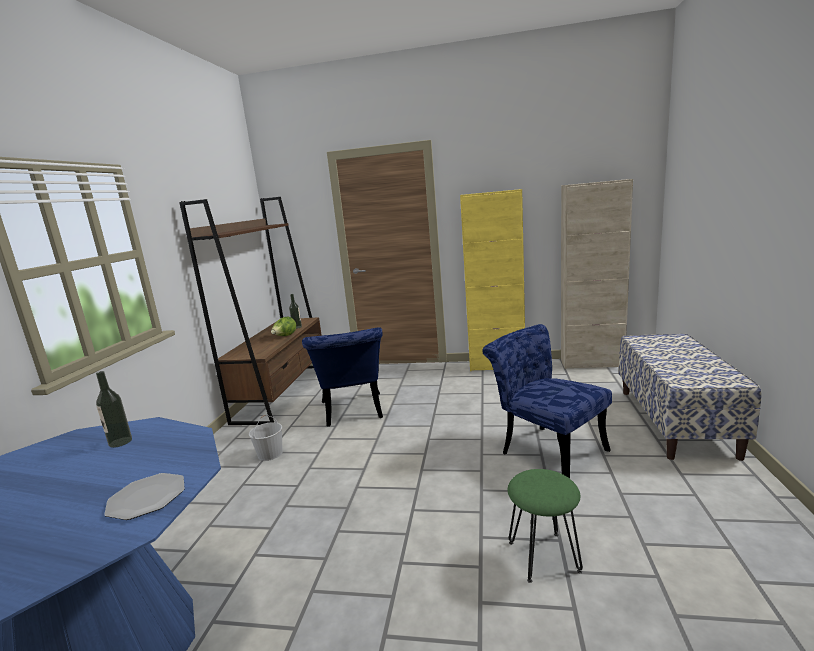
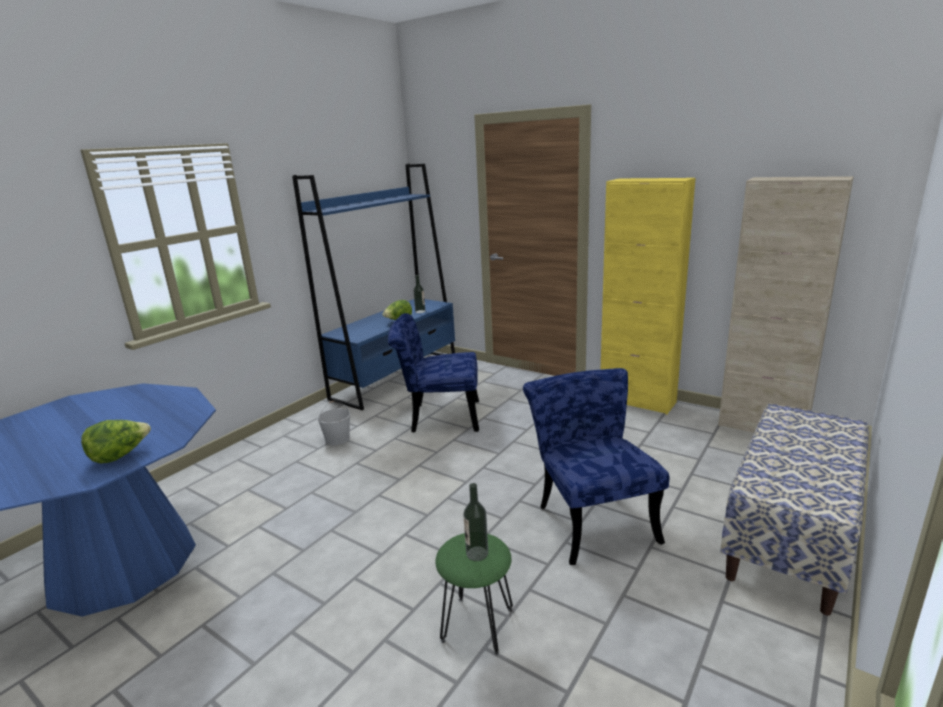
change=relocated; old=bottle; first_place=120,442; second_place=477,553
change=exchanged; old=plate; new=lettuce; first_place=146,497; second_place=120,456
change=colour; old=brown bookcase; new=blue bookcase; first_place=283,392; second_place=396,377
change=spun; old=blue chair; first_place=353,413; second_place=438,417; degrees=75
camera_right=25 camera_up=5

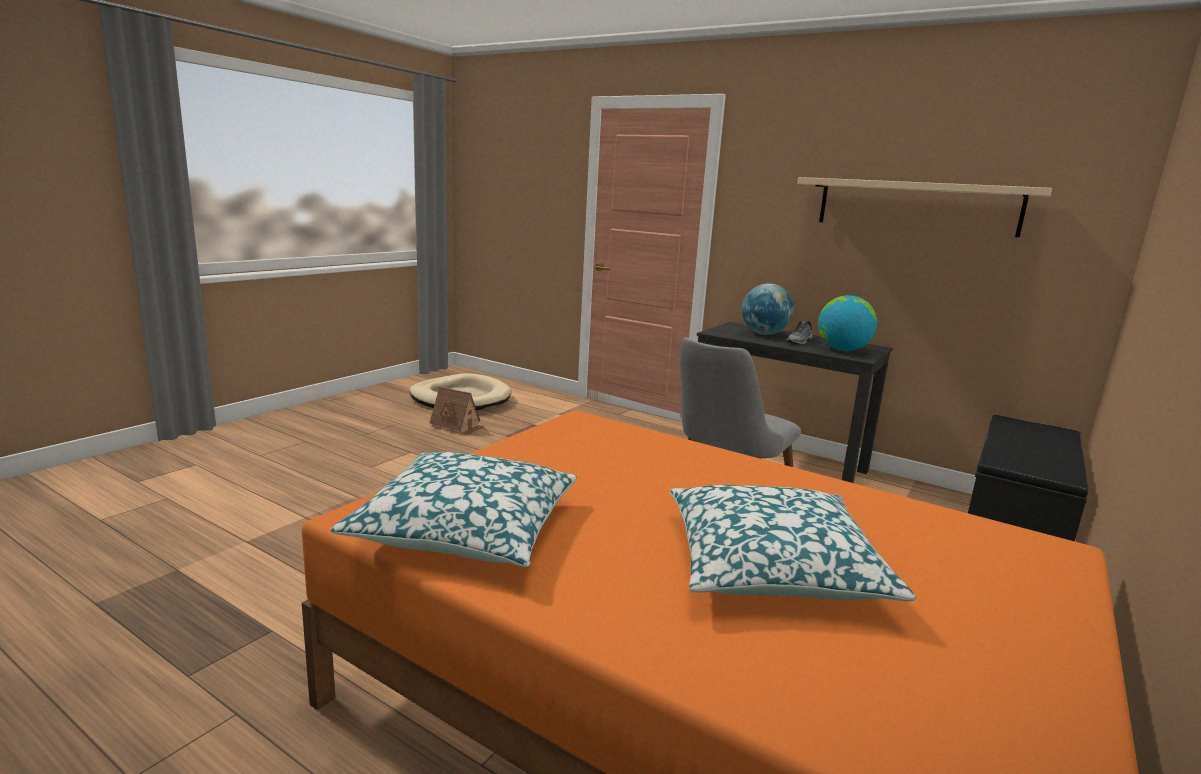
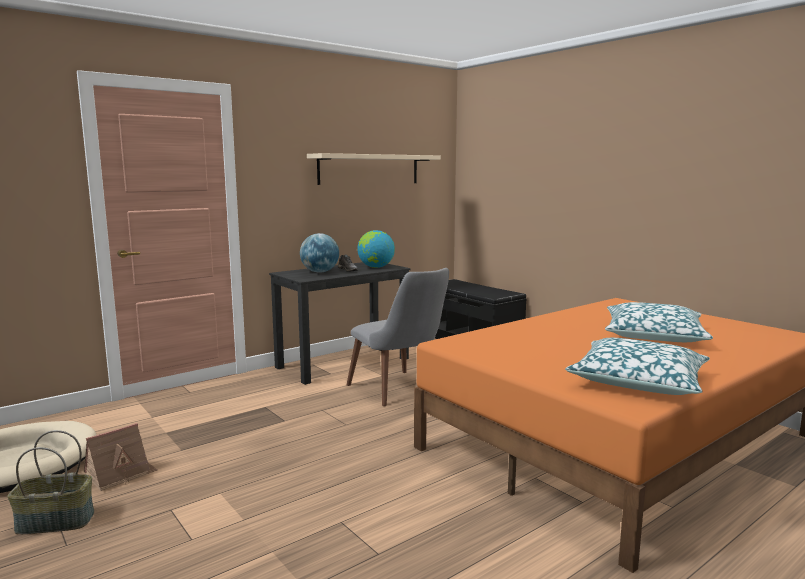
change=appeared; new=basket; second_place=54,522
camera_right=-70 camera_up=-5

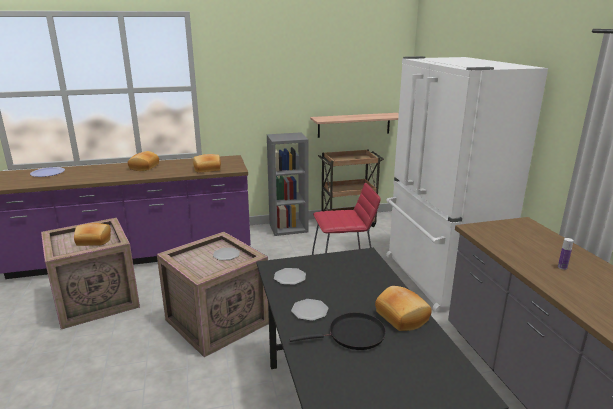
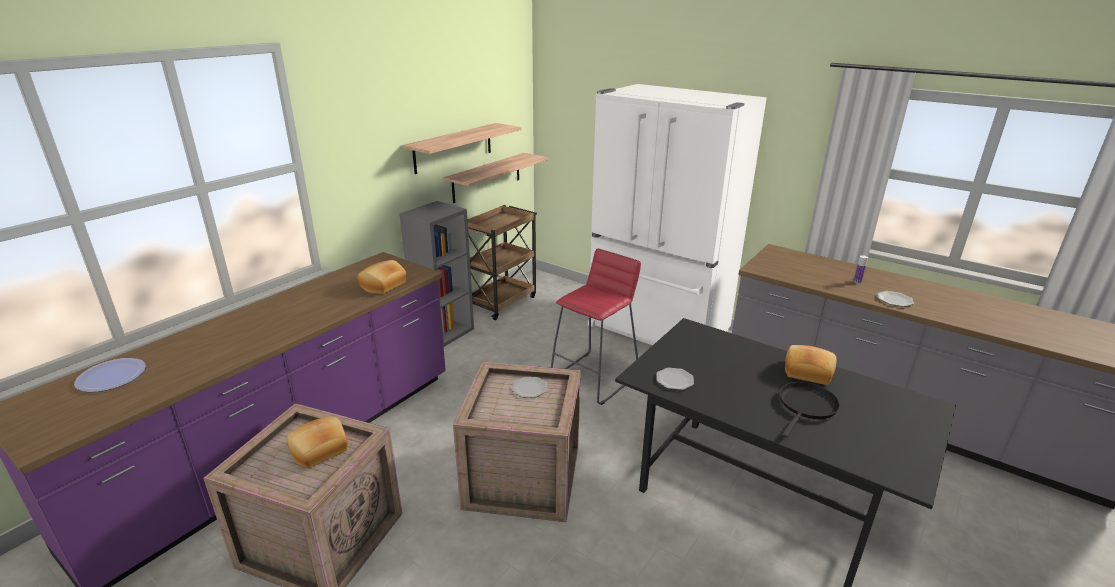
change=missing; old=bread; first_place=143,167
change=appeared; new=shelf; second_place=453,148
change=relocated; old=plate; first_place=310,311; second_place=894,300
camera_right=-40 camera_up=5

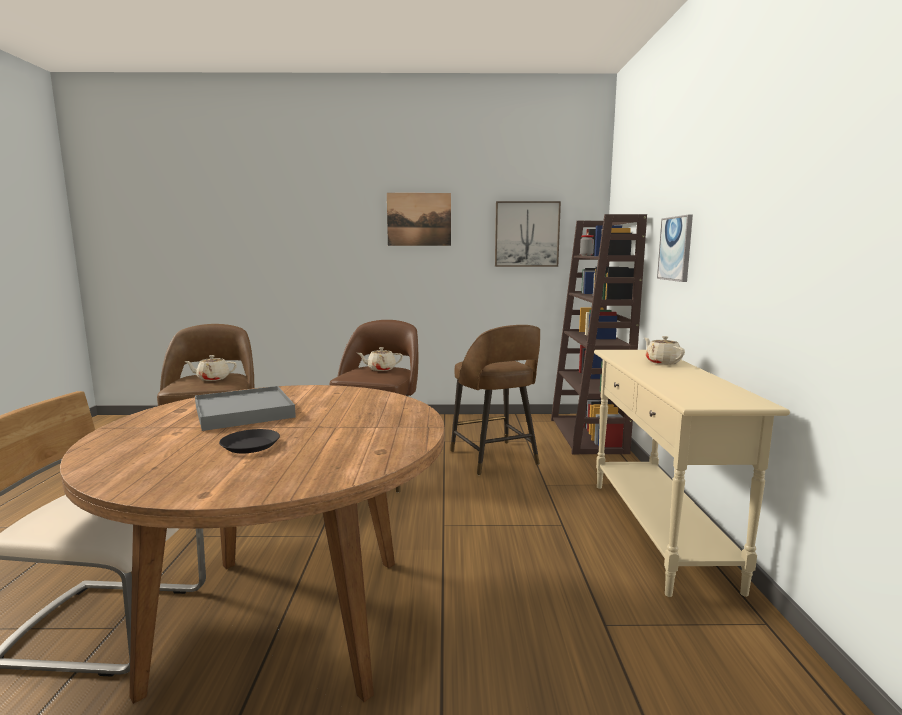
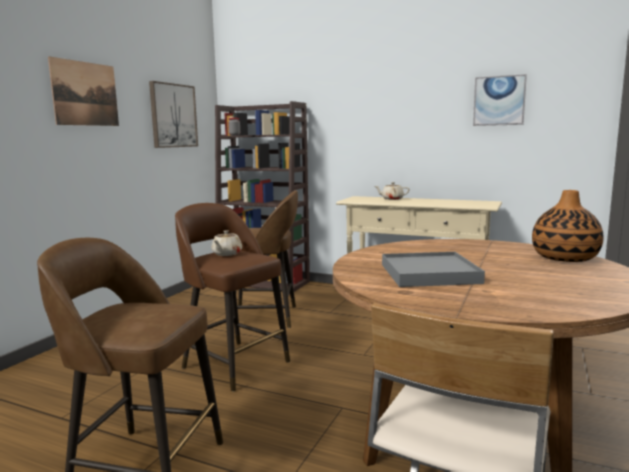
change=missing; old=beige teapot; first_place=212,378
change=missing; old=black plate; first_place=250,445
change=appeared; new=vase; second_place=564,258
change=relocated; old=picture; first_place=675,248; second_place=499,101
camera_right=-65 camera_up=0

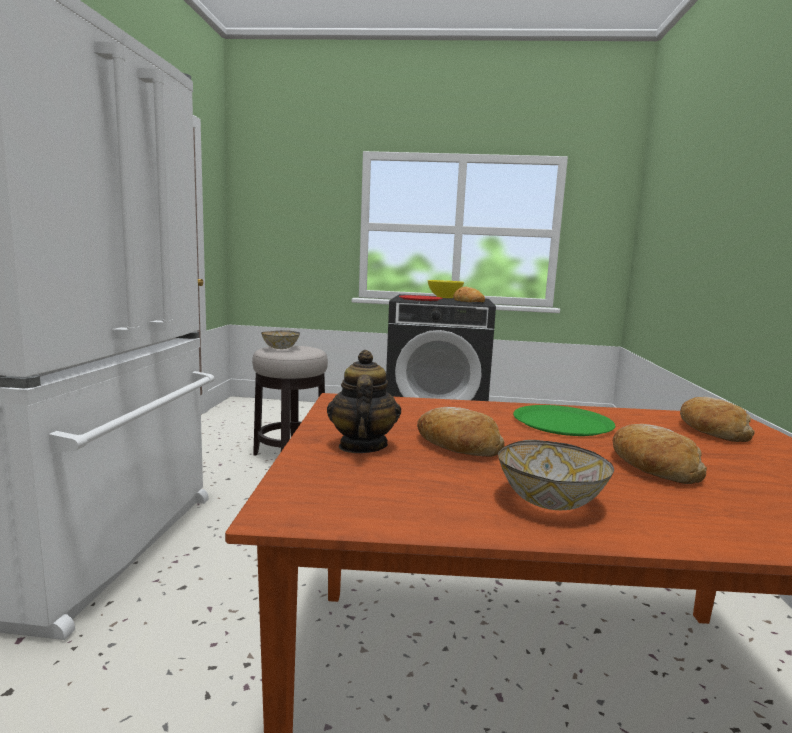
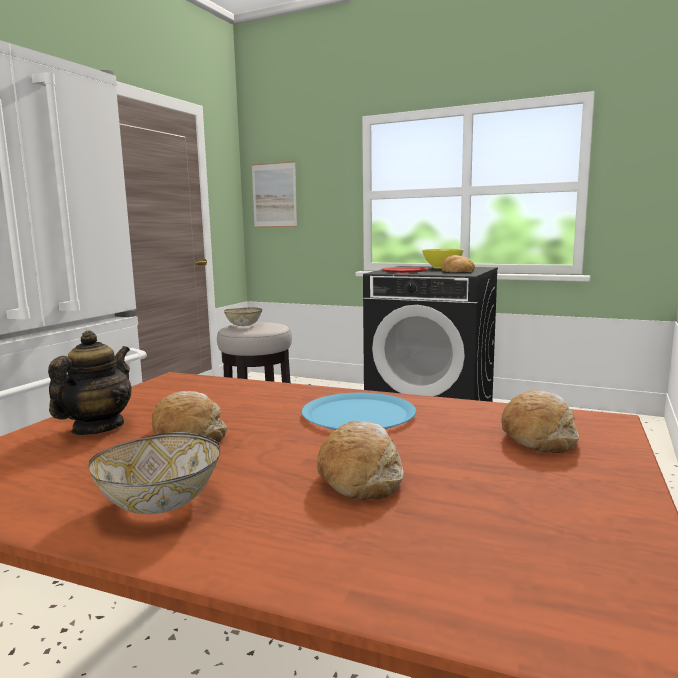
change=appeared; new=picture; second_place=274,195
change=colour; old=green plate; new=blue plate; first_place=562,422; second_place=358,414
camera_right=20 camera_up=0

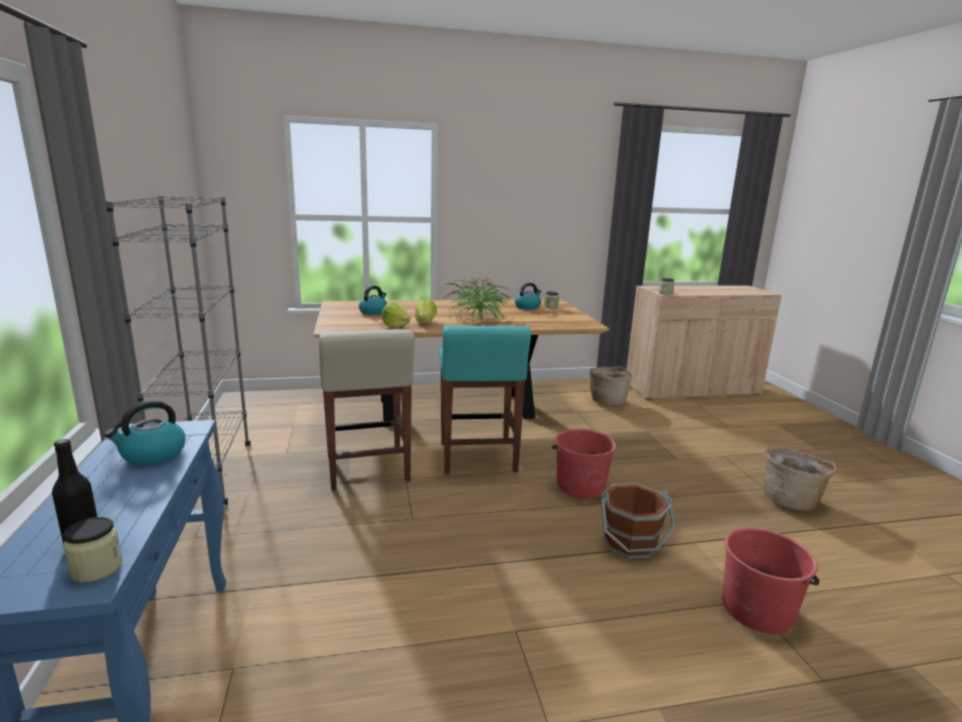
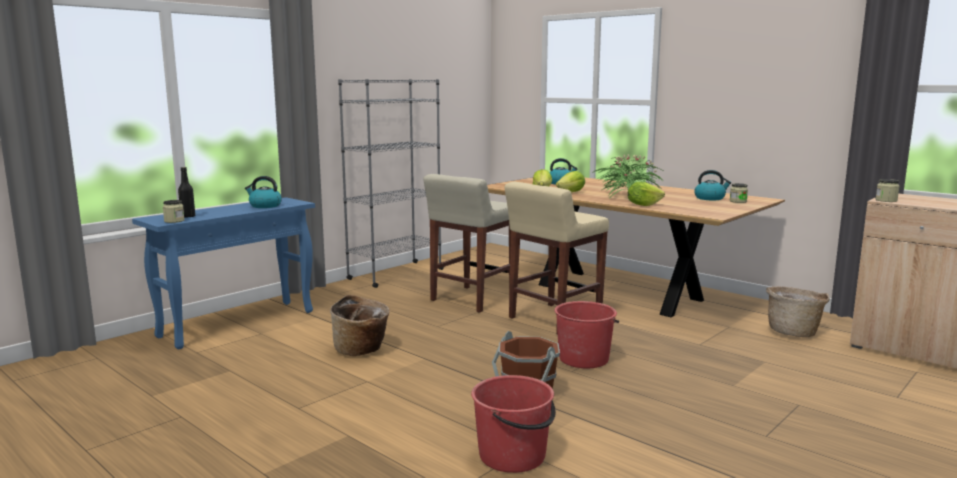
change=appeared; new=lettuce; second_place=643,205
change=relocated; old=basket; first_place=791,500; second_place=361,350
change=colour; old=turquoise stool; new=beige stool; first_place=477,458; second_place=553,319
camera_right=55 camera_up=-5

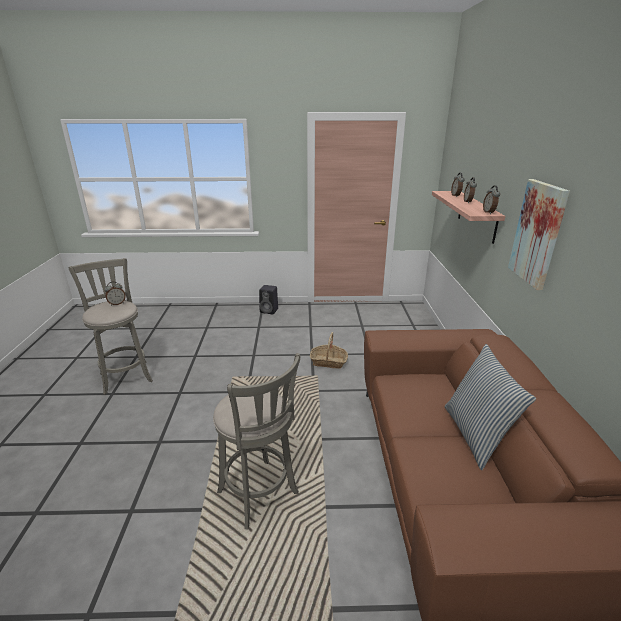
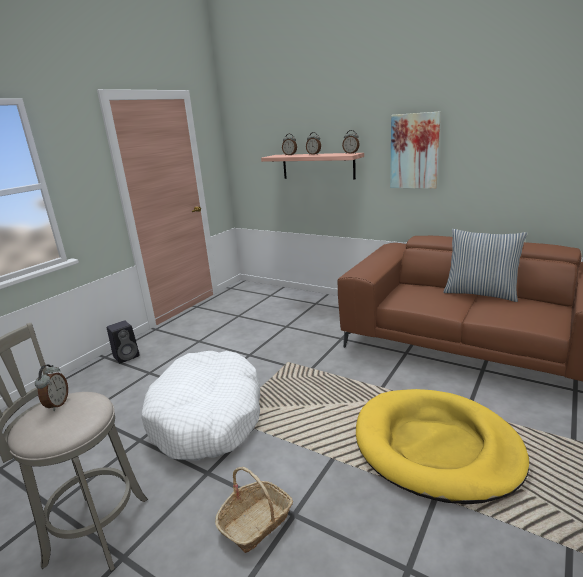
change=appeared; new=white dog bed; second_place=207,417
change=relocated; old=basket; first_place=328,362; second_place=256,522
change=exchanged; old=grey stool; new=yellow dog bed; first_place=260,496; second_place=436,447
camera_right=-55 camera_up=-5

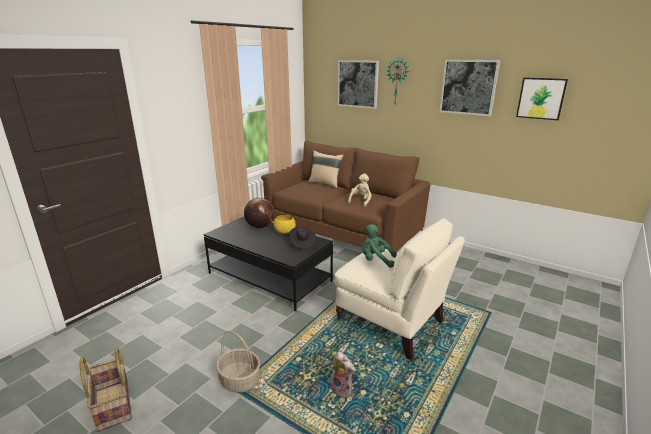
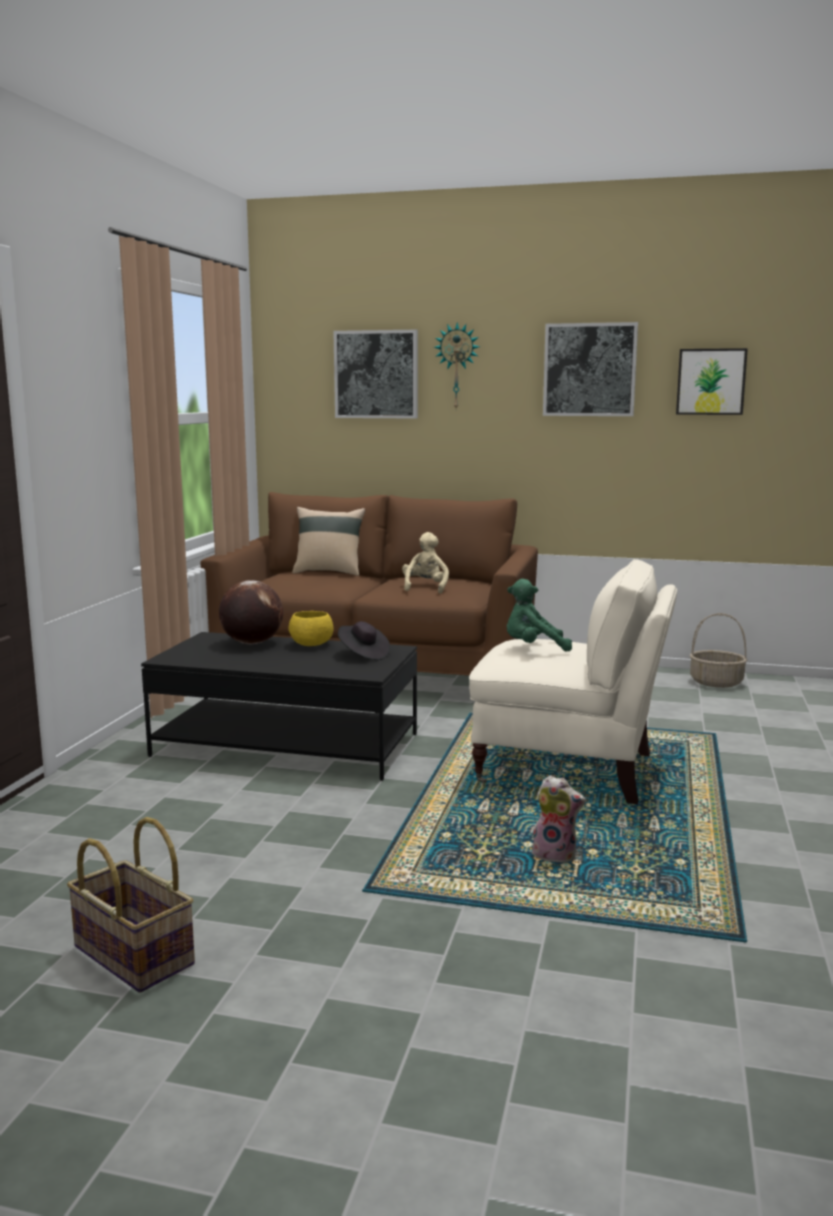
change=relocated; old=basket; first_place=239,380; second_place=715,682
camera_right=-20 camera_up=-10

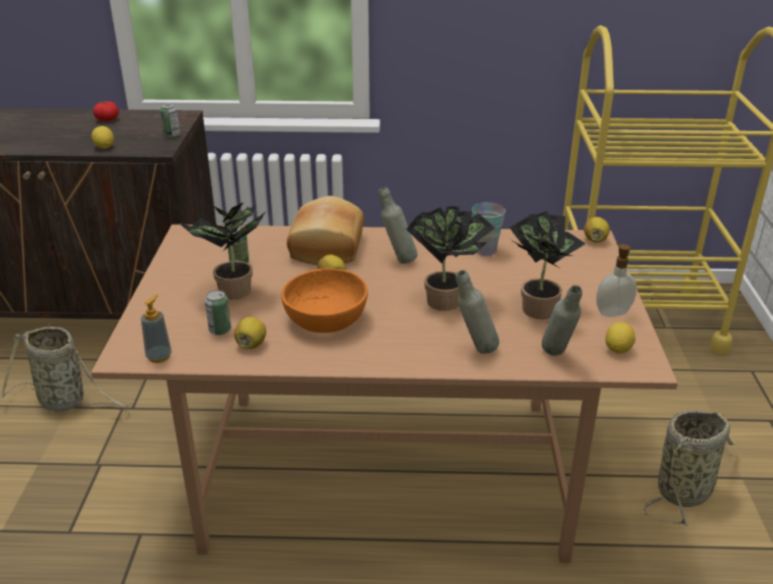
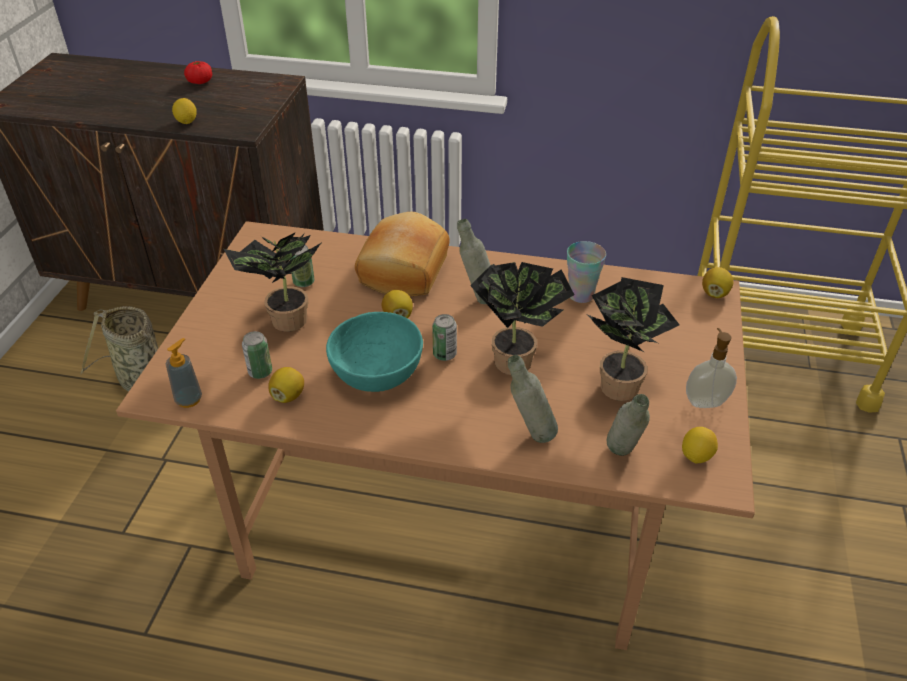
change=missing; old=basket; first_place=686,490
change=relocated; old=can; first_place=172,135; second_place=444,354
change=colour; old=orange bowl; new=turquoise bowl; first_place=326,319; second_place=376,371
camera_right=10 camera_up=10

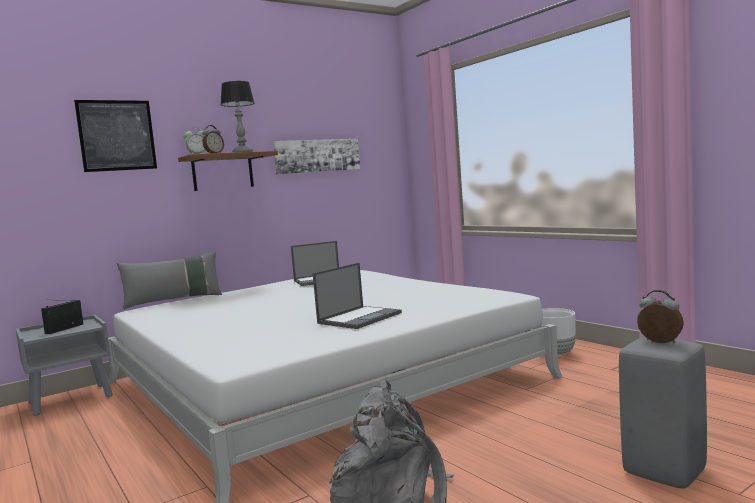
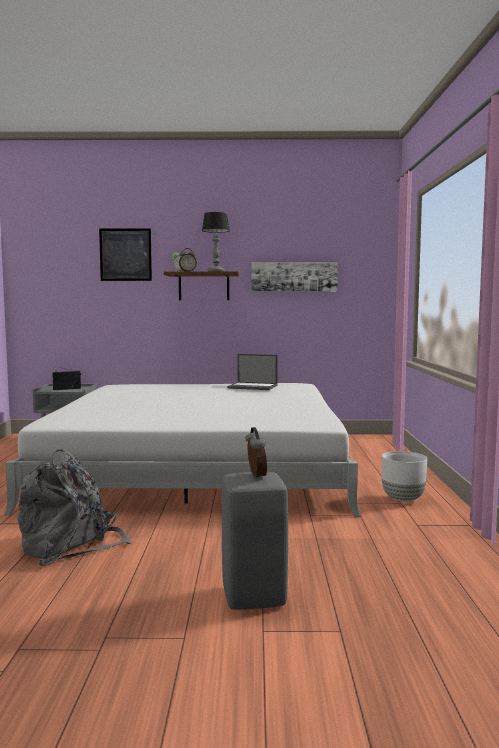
change=missing; old=grey pillow; first_place=174,301
change=missing; old=laptop; first_place=360,318
camera_right=35 camera_up=0

